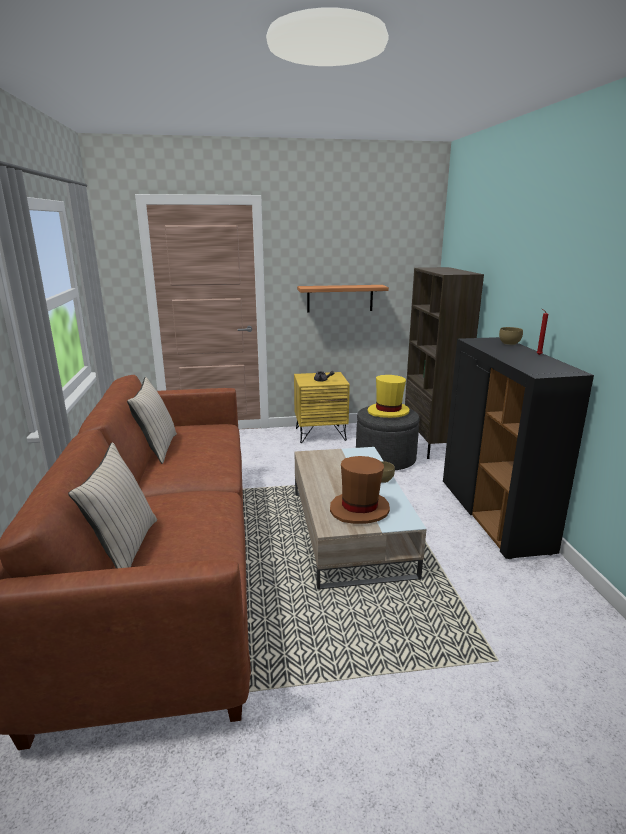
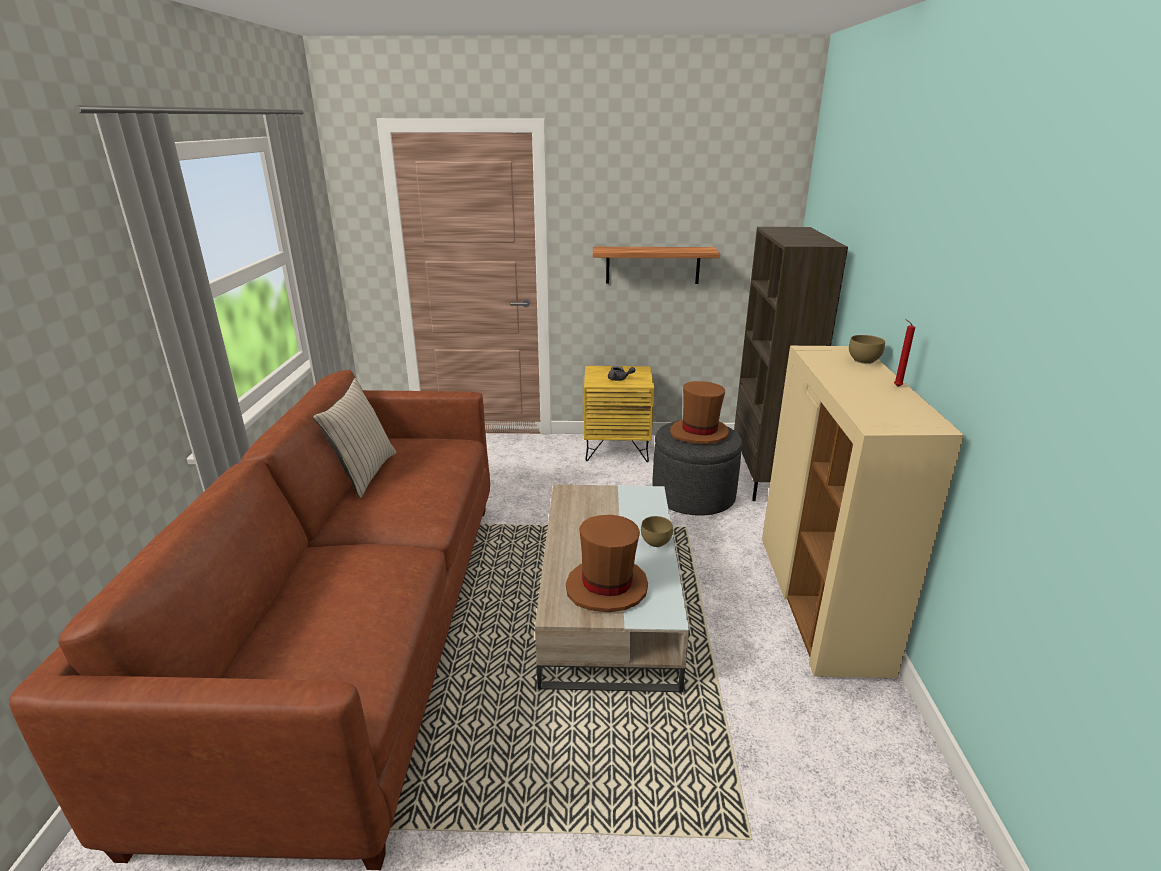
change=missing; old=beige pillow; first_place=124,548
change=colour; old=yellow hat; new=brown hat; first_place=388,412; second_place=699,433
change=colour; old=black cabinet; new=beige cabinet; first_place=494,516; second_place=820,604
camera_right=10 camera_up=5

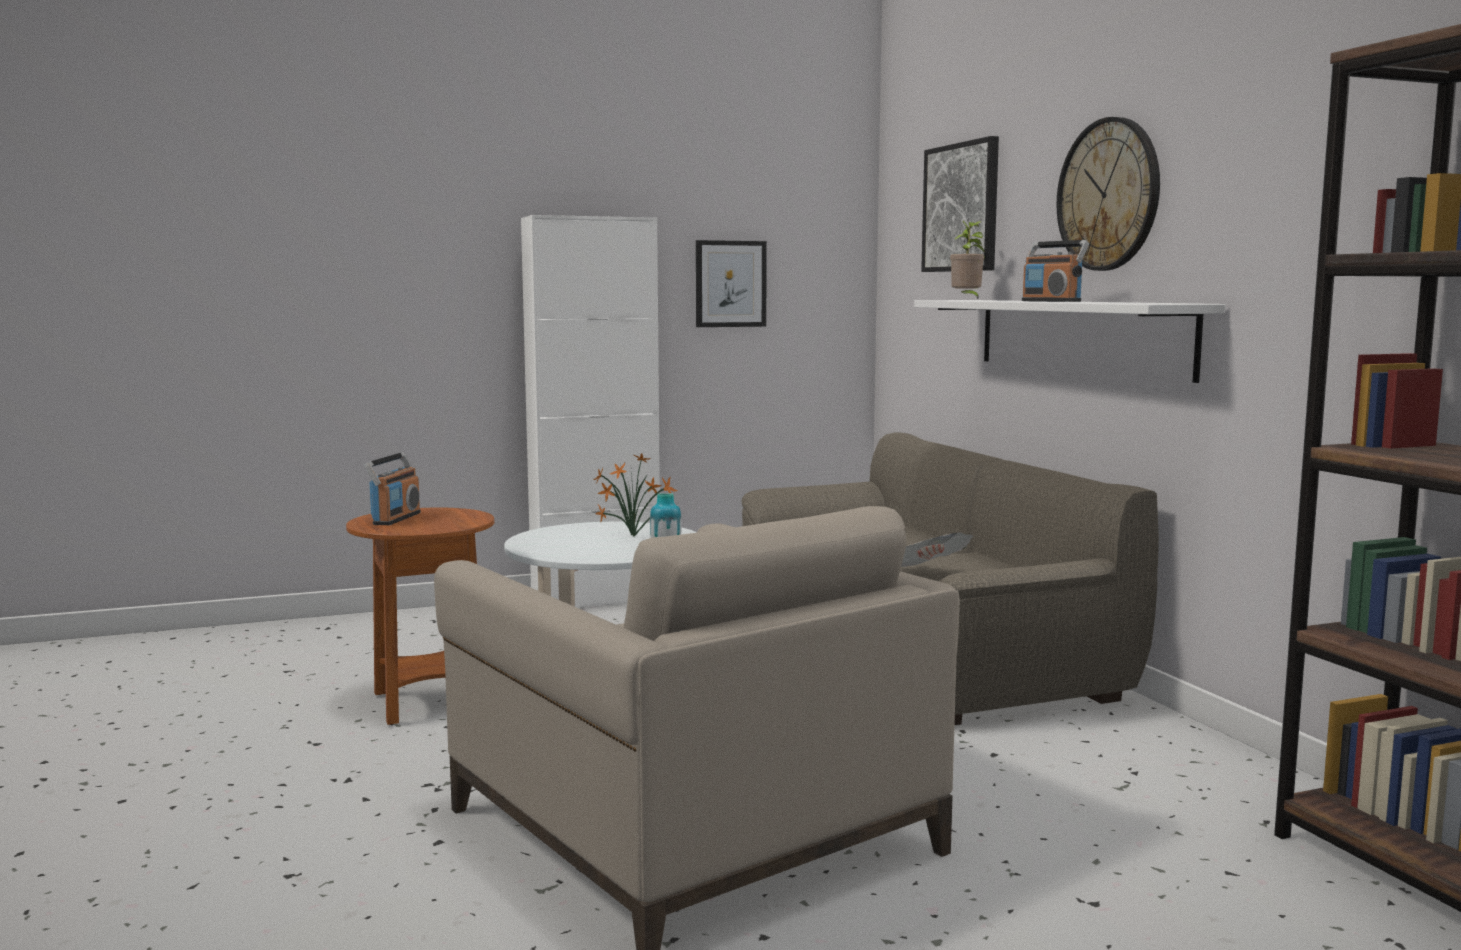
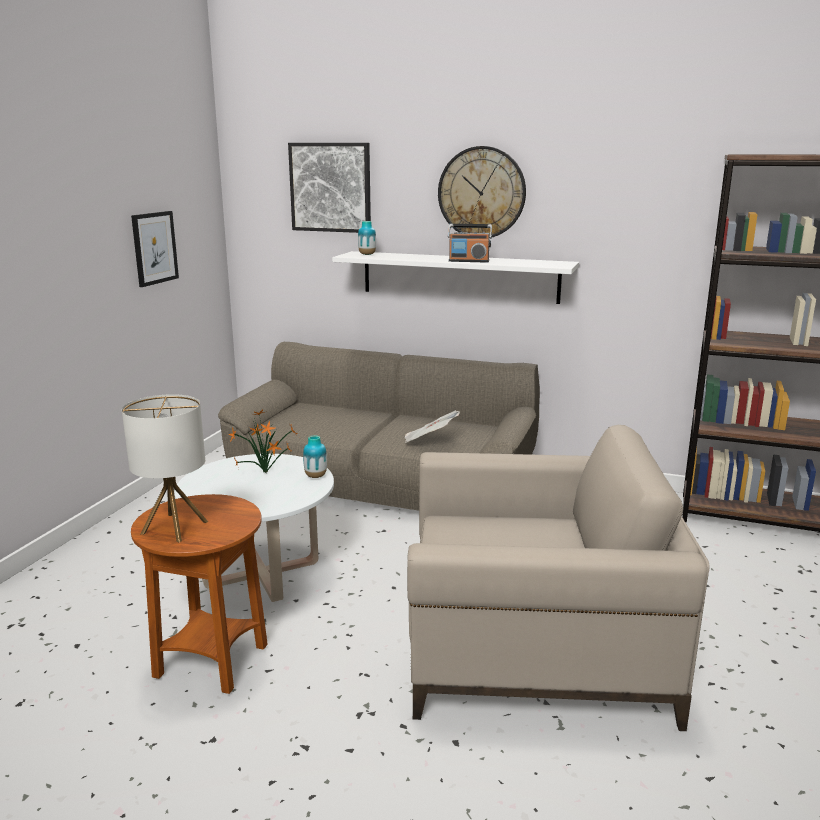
change=missing; old=white cabinet; first_place=595,600
change=exchanged; old=radio; new=table lamp; first_place=396,518; second_place=174,527
change=exchanged; old=potted plant; new=vase; first_place=966,299; second_place=367,254
camera_right=-50 camera_up=10

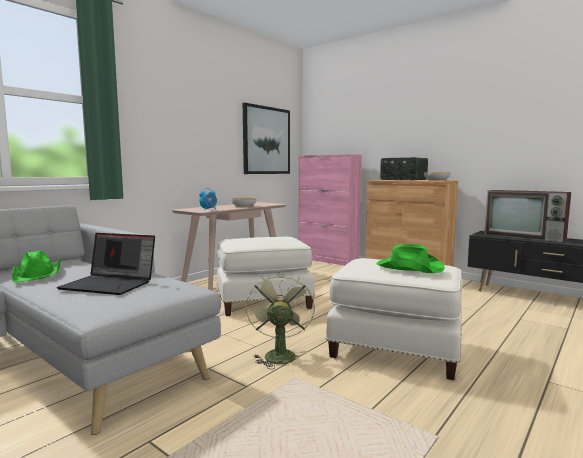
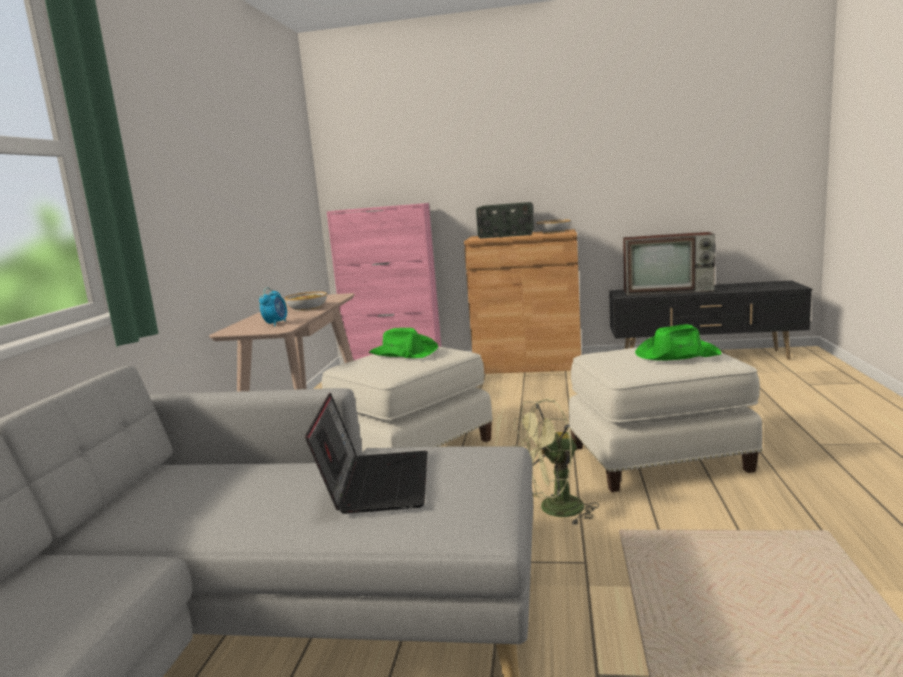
change=missing; old=picture; first_place=266,140
change=relocated; old=green hat; first_place=38,274; second_place=403,352
change=spun; old=laptop; first_place=110,284; second_place=375,482; degrees=-75
change=spun; old=green fan; first_place=278,354; second_place=553,510; degrees=-75
camera_right=-30 camera_up=5

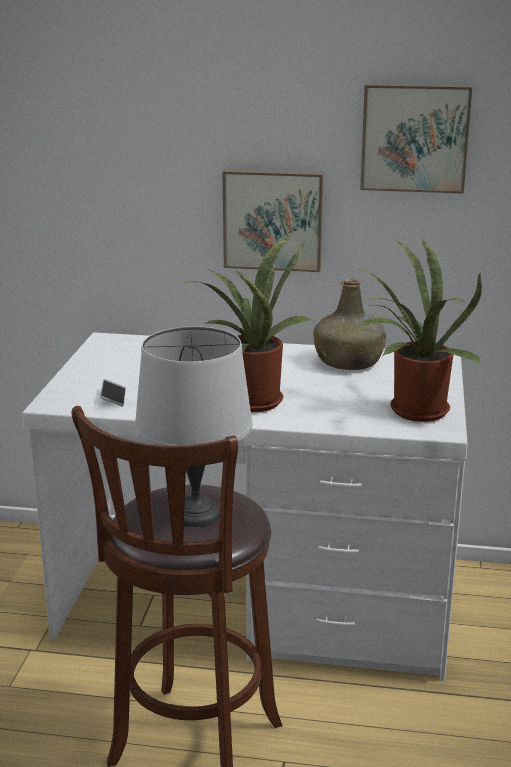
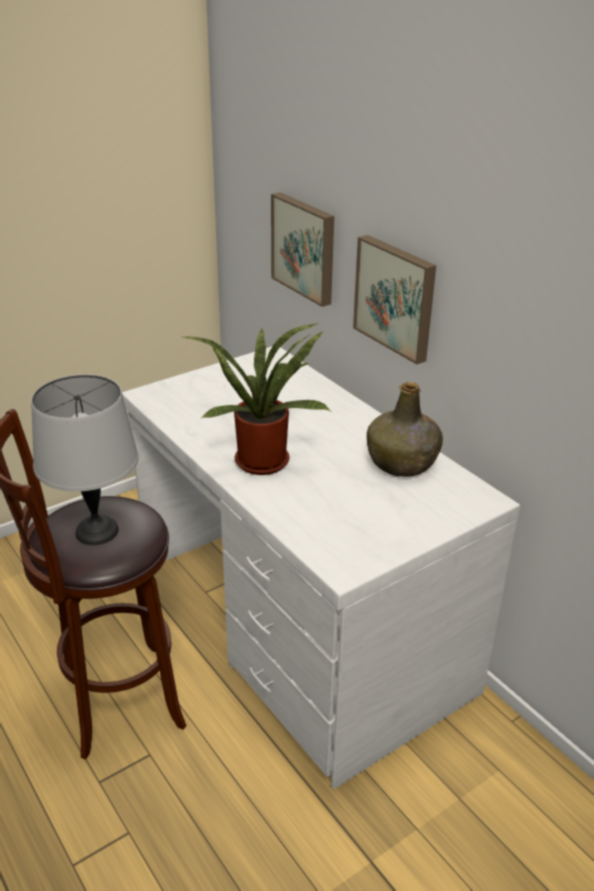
change=missing; old=phone; first_place=113,397
change=missing; old=potted plant; first_place=413,412
change=relocated; old=picture; first_place=415,137; second_place=305,247
camera_right=45 camera_up=10

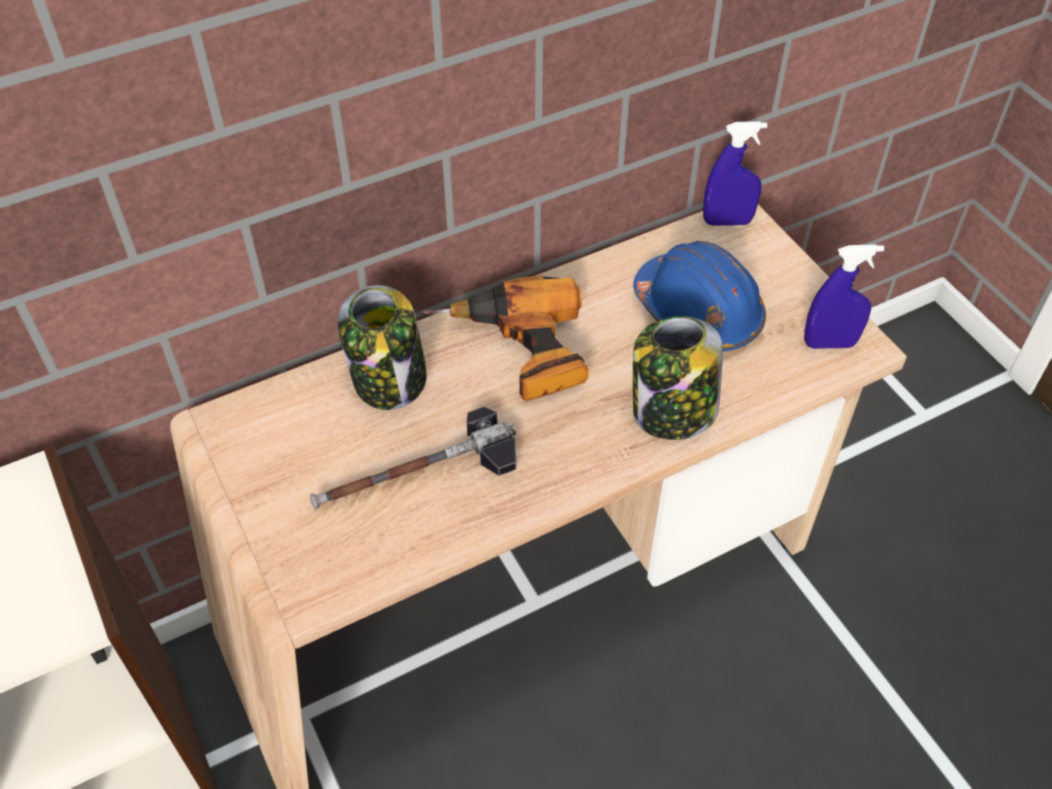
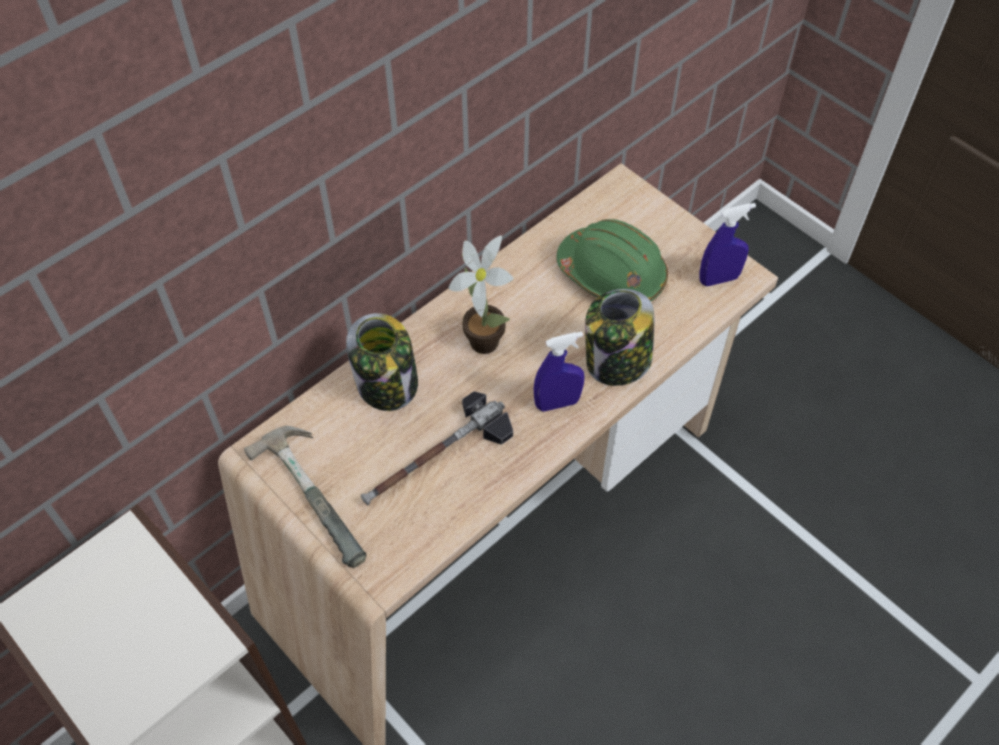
change=appeared; new=hammer; second_place=321,493
change=relocated; old=blue spray bottle; first_place=727,221; second_place=557,403
change=exchanged; old=power drill; new=potted plant; first_place=519,352; second_place=483,338
change=colour; old=blue hard hat; new=green hard hat; first_place=698,312; second_place=612,274
camera_right=-15 camera_up=5

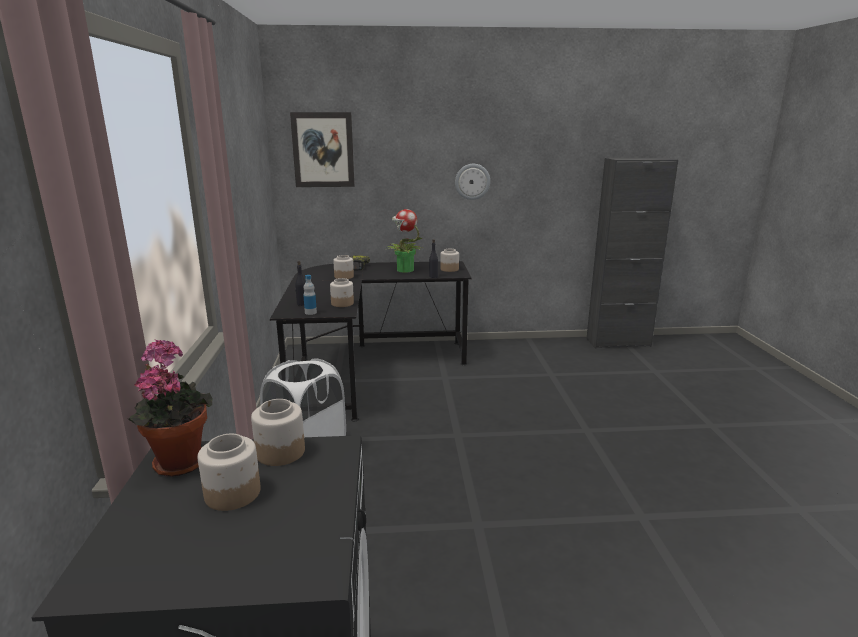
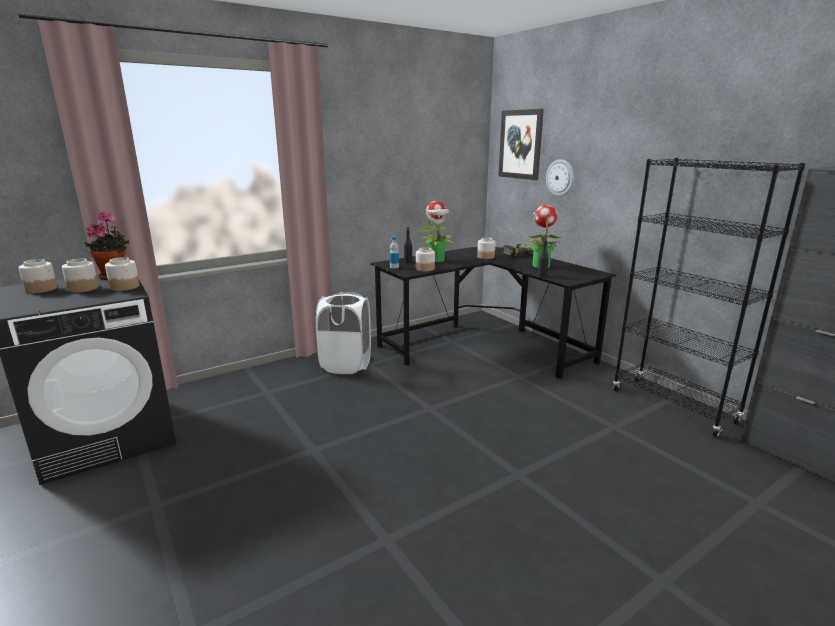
change=appeared; new=potted plant; second_place=436,260
change=appeared; new=black bookcase; second_place=673,406
change=relocated; old=jar; first_place=449,269; second_place=41,289
change=relocated; old=wall clock; first_place=472,181; second_place=560,178
camera_right=60 camera_up=0

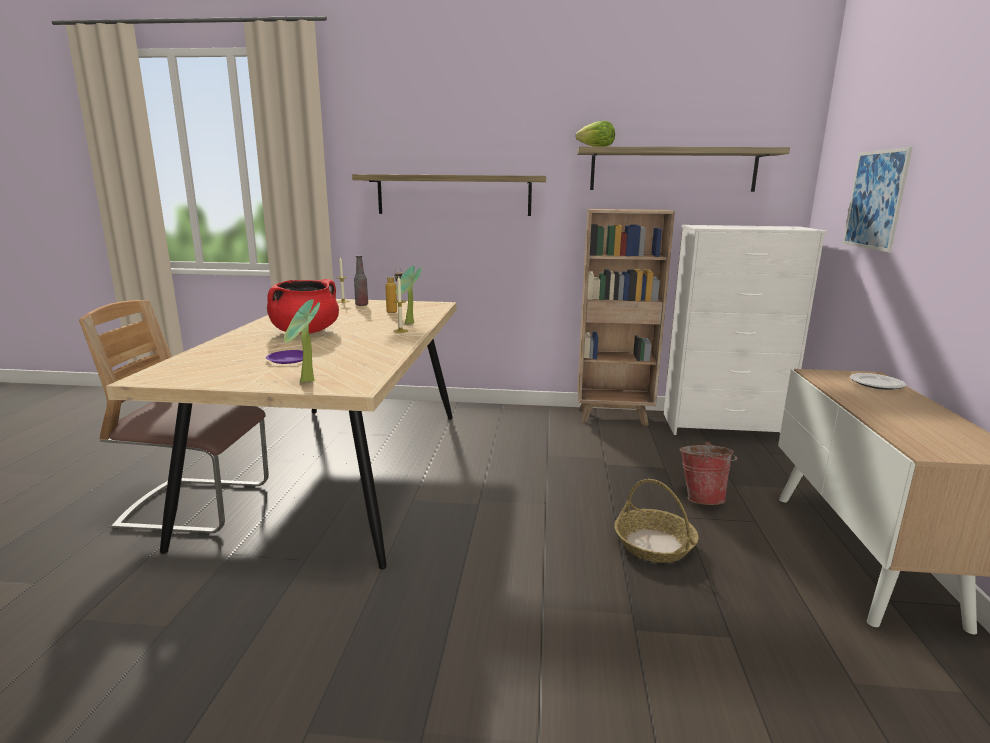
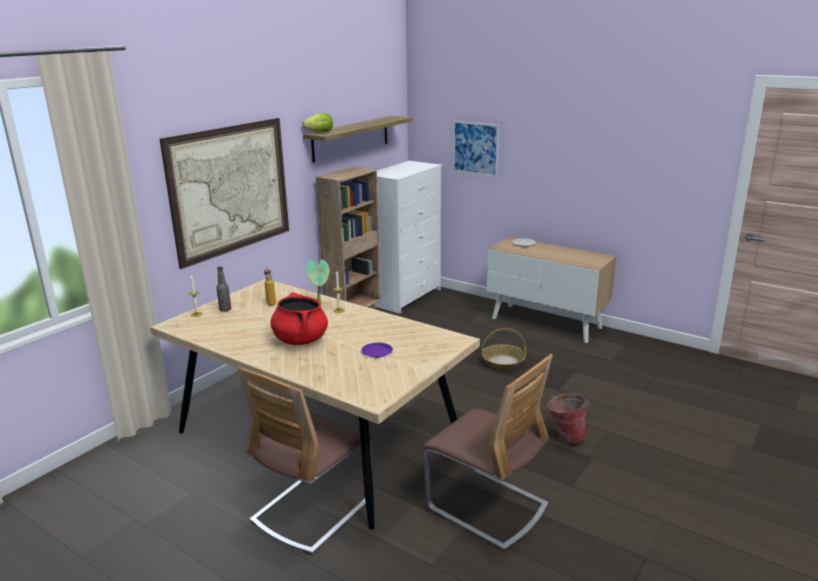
change=missing; old=potted plant; first_place=306,382
change=appeared; new=chair; second_place=487,507
change=relocated; old=bucket; first_place=702,498; second_place=565,436
change=exchanged; old=shelf; new=picture; first_place=454,195; second_place=230,189
camera_right=-60 camera_up=5

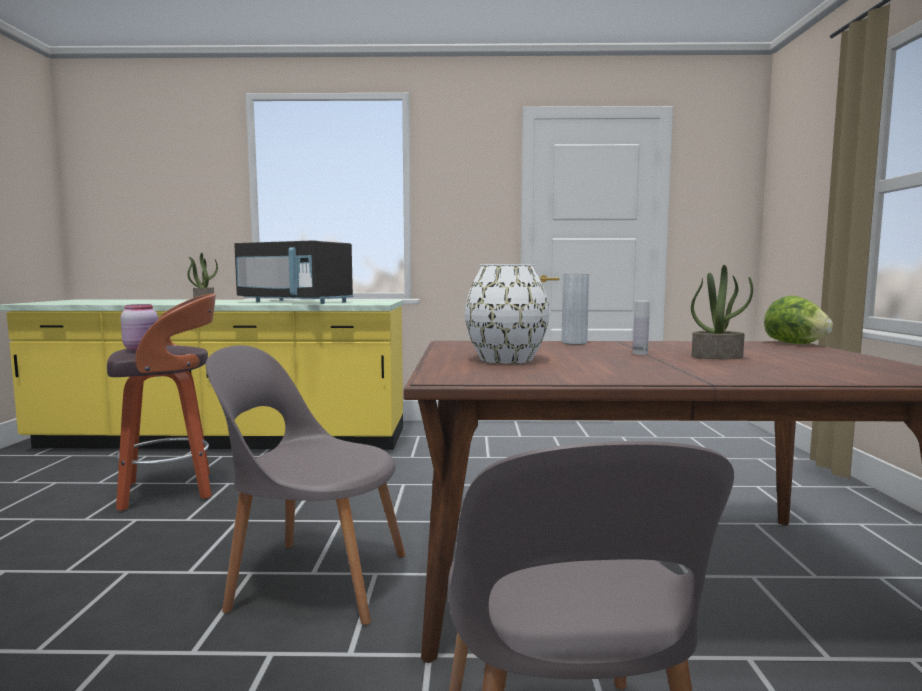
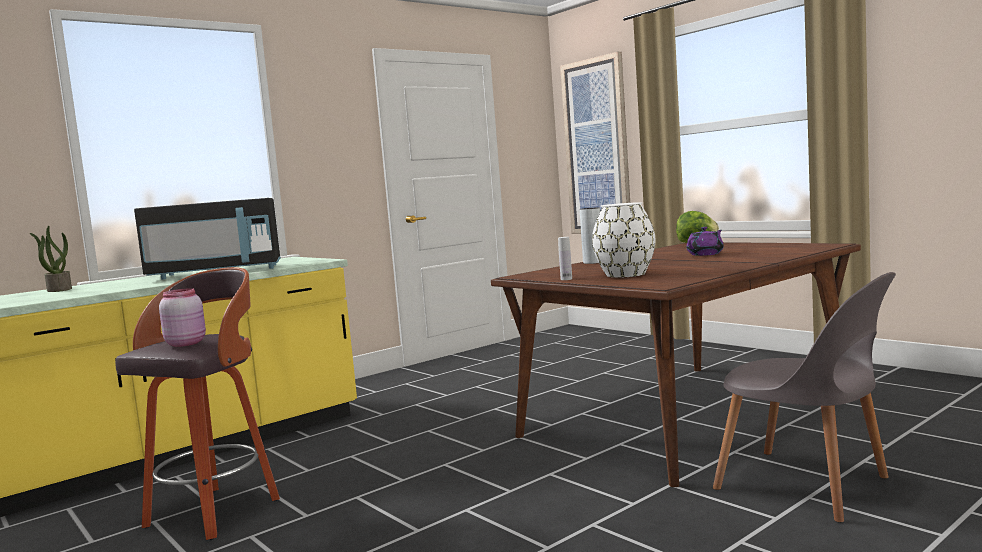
change=missing; old=grey chair; first_place=313,580
change=appeared; new=picture; second_place=597,147
change=relocated; old=white bottle; first_place=640,353; second_place=566,279
change=exchanged; old=potted plant; new=purple teapot; first_place=717,357; second_place=706,254
camera_right=-40 camera_up=0

